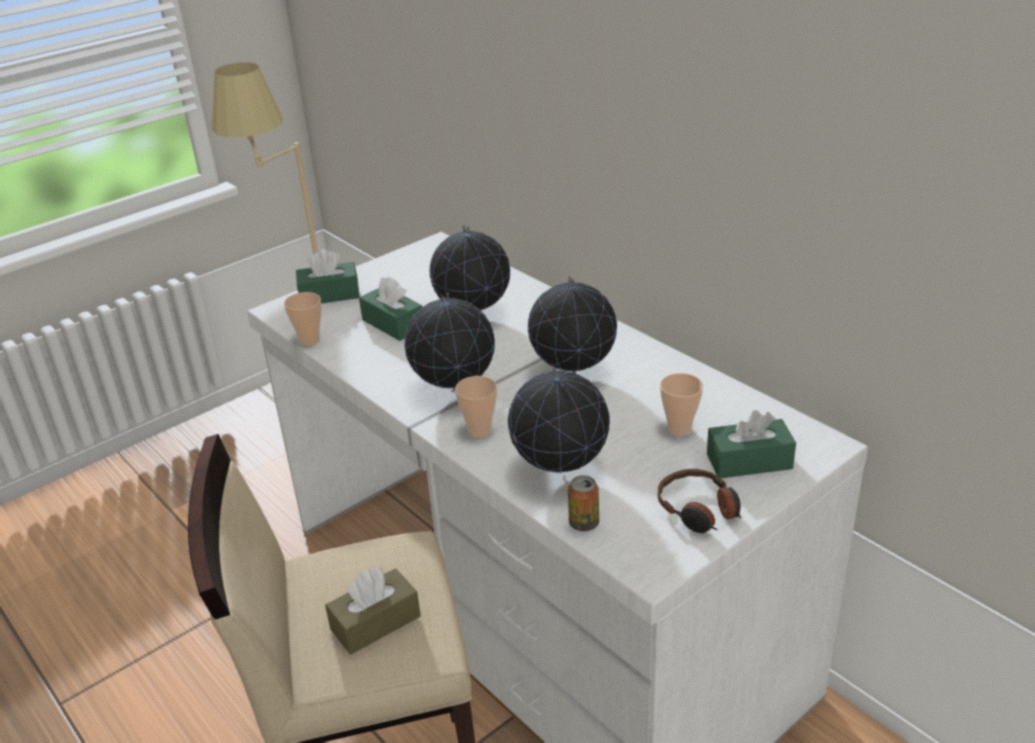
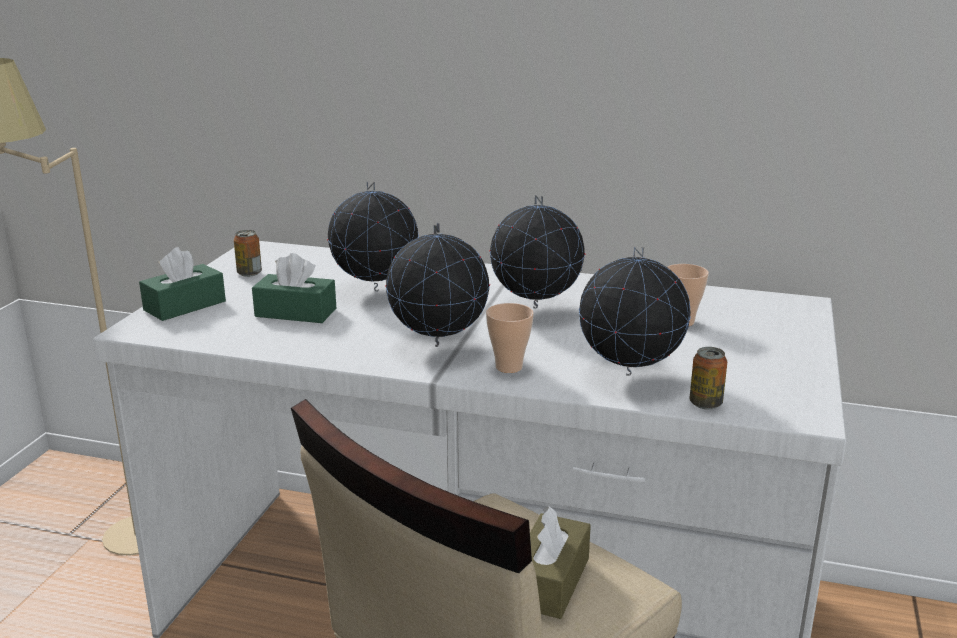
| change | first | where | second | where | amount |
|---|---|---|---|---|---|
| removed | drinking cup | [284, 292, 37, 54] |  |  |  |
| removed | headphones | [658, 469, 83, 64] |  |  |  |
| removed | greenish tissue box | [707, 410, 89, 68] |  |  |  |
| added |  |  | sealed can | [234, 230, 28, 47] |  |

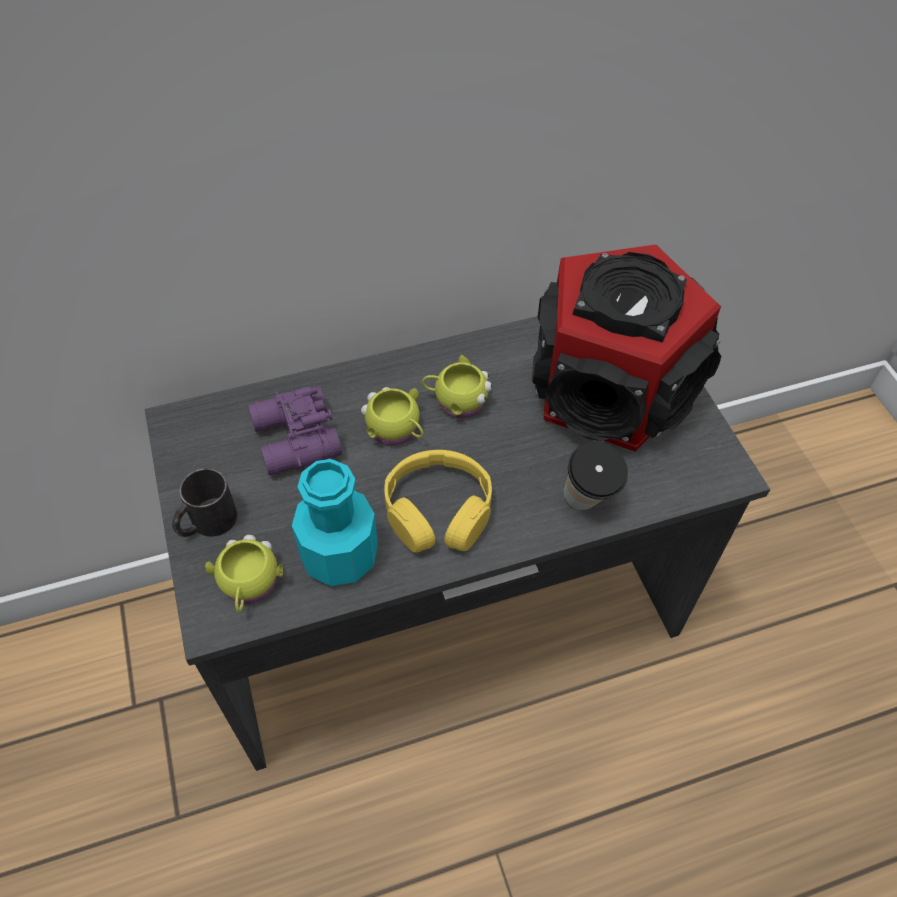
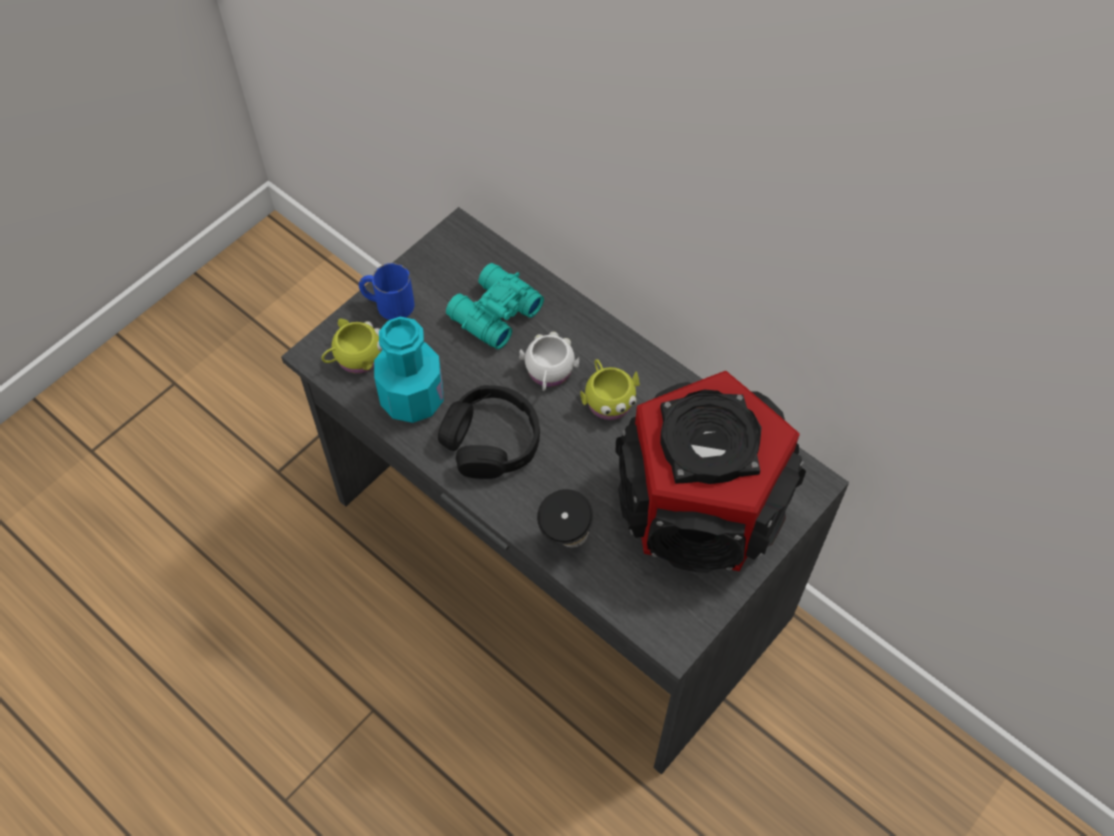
| change | first | where | second | where | amount |
|---|---|---|---|---|---|
| recoloured | blackish coffee mug | [172, 468, 65, 69] | blue coffee mug | [359, 263, 56, 57] |  |
| recoloured | purplish binoculars | [248, 386, 94, 89] | blue-green binoculars | [446, 263, 98, 86] |  |
| recoloured | yellow coffee mug | [361, 387, 63, 58] | whitish coffee mug | [519, 331, 61, 60] |  |
| recoloured | yellow headphones | [384, 450, 108, 103] | blackish headphones | [438, 385, 102, 94] |  |

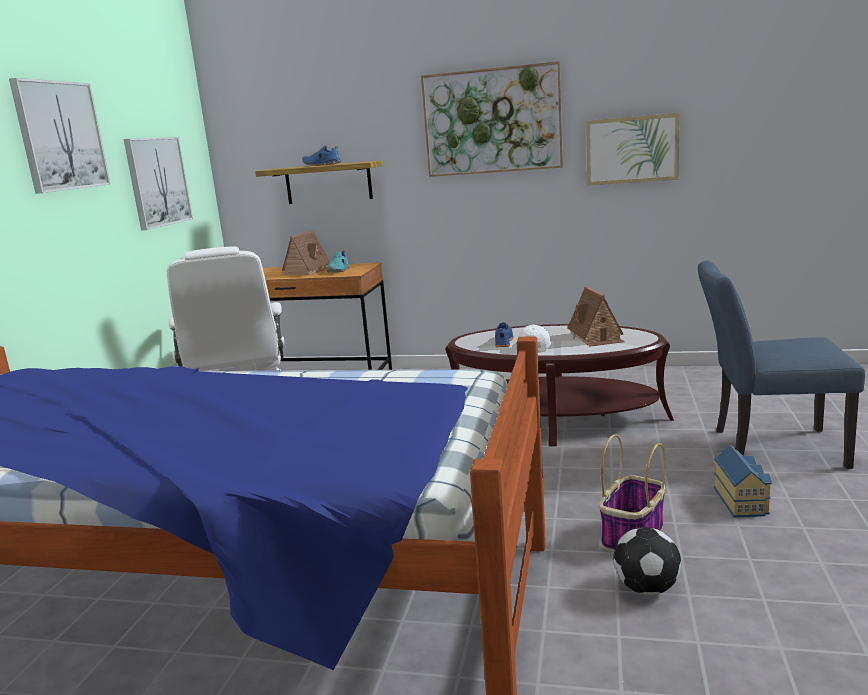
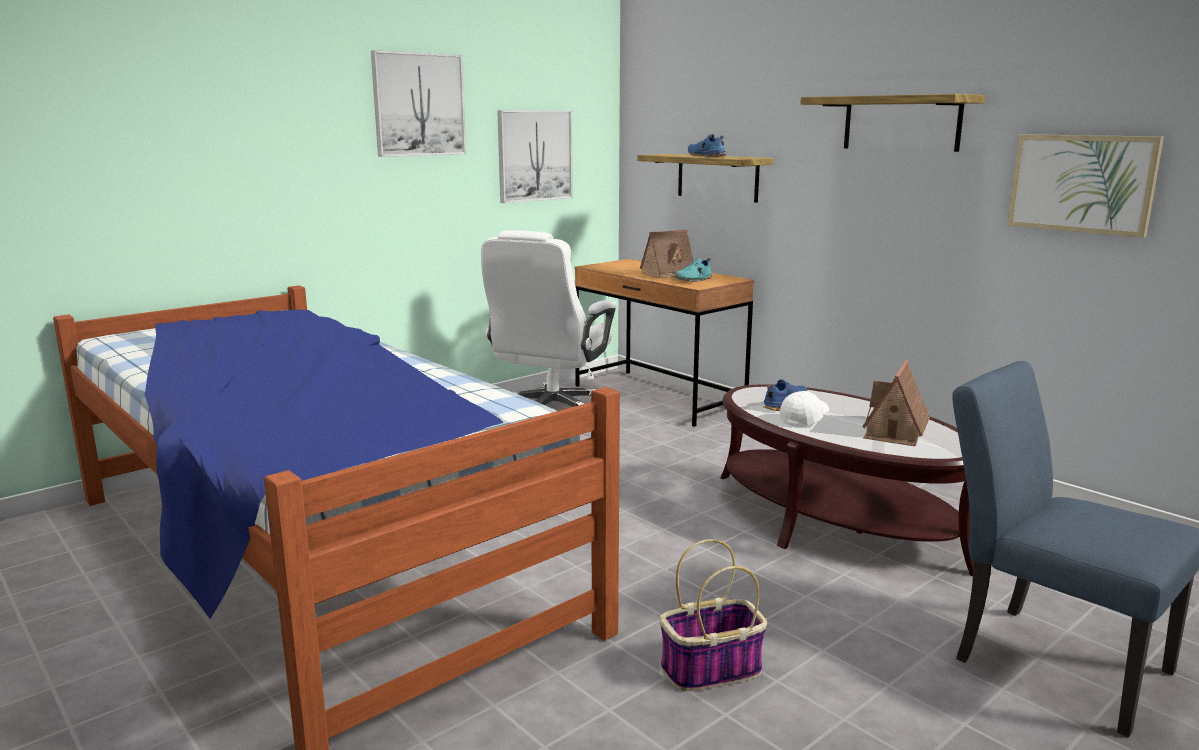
| change | first | where | second | where | amount |
|---|---|---|---|---|---|
| removed | football | [613, 527, 68, 68] |  |  |  |
| removed | miniature house | [714, 445, 58, 73] |  |  |  |
| replaced | wall art | [421, 61, 142, 116] | bracket shelf | [800, 94, 185, 58] |  |

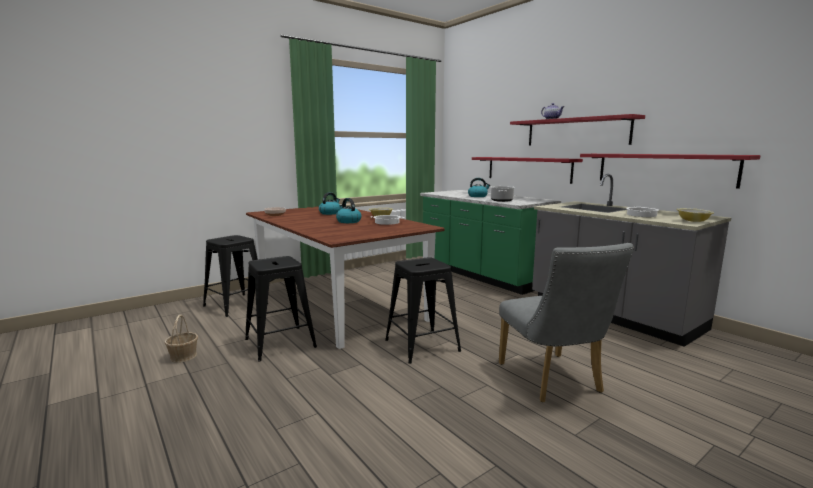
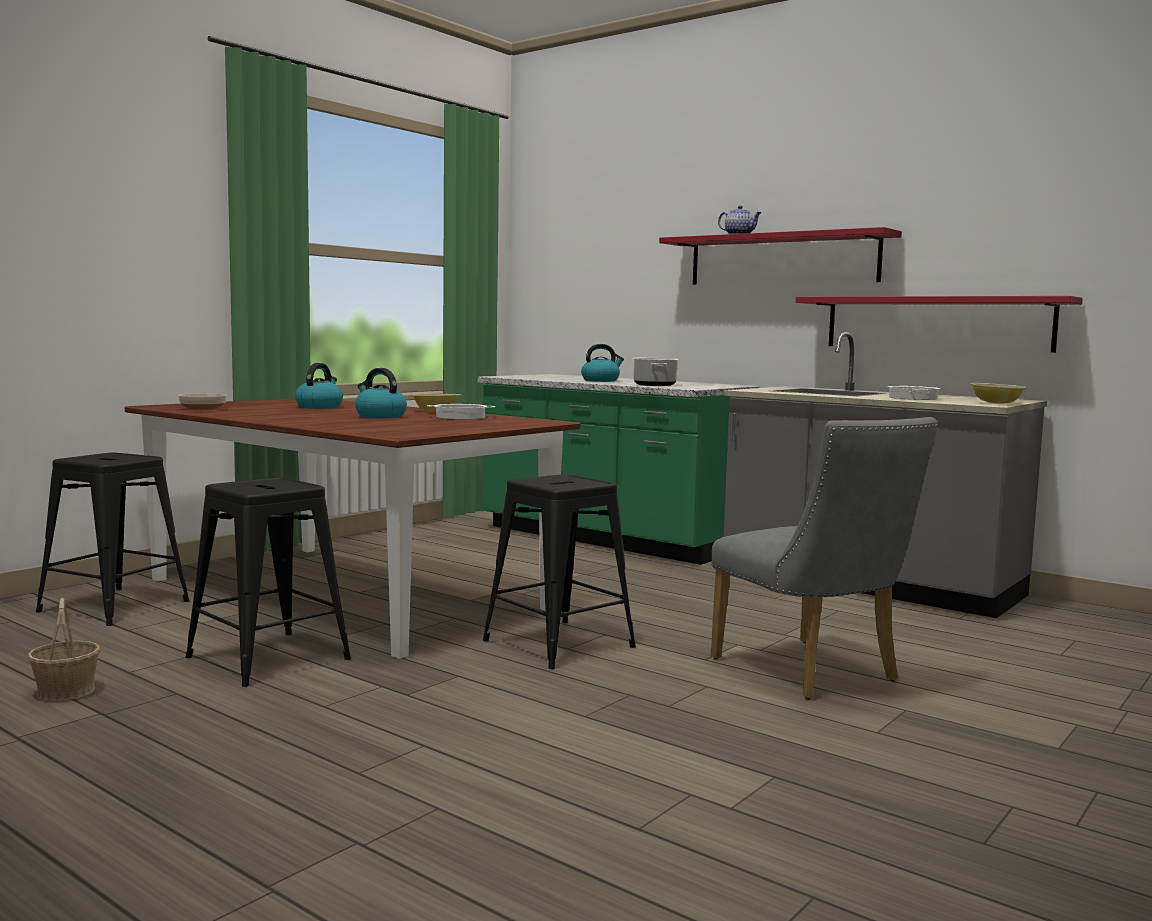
| change | first | where | second | where | amount |
|---|---|---|---|---|---|
| removed | red bracket shelf | [472, 157, 111, 27] |  |  |  |

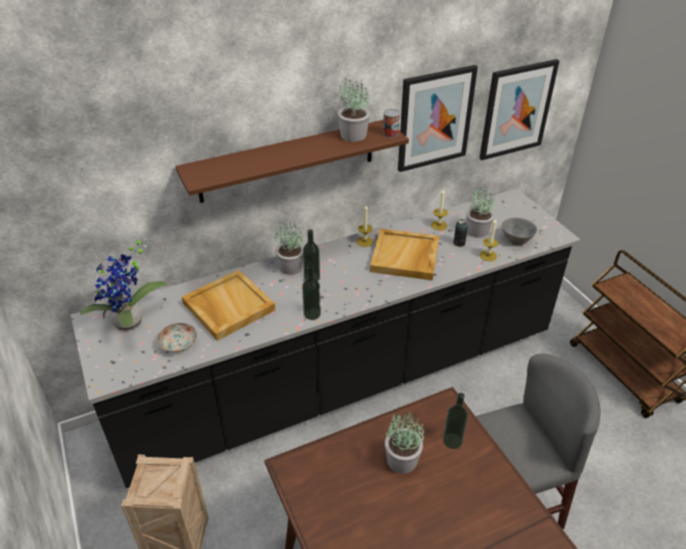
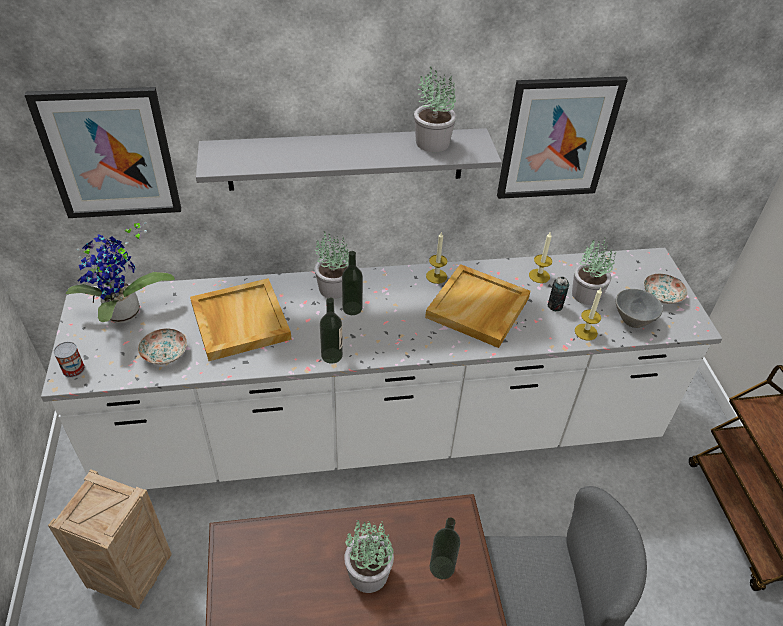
| change | first | where | second | where | amount |
|---|---|---|---|---|---|
| added |  |  | dinner plate | [644, 274, 43, 30] |  |
| moved | sealed can | [383, 109, 17, 29] |  | [54, 342, 31, 36] |  |
| moved | wall art | [479, 59, 80, 101] |  | [24, 87, 157, 131] |  |
| recoloured | blackish counter | [71, 188, 509, 300] | whitish counter | [41, 248, 681, 241] |  |
| recoloured | brown bracket shelf | [175, 120, 234, 83] | gray bracket shelf | [196, 128, 306, 63] |  |

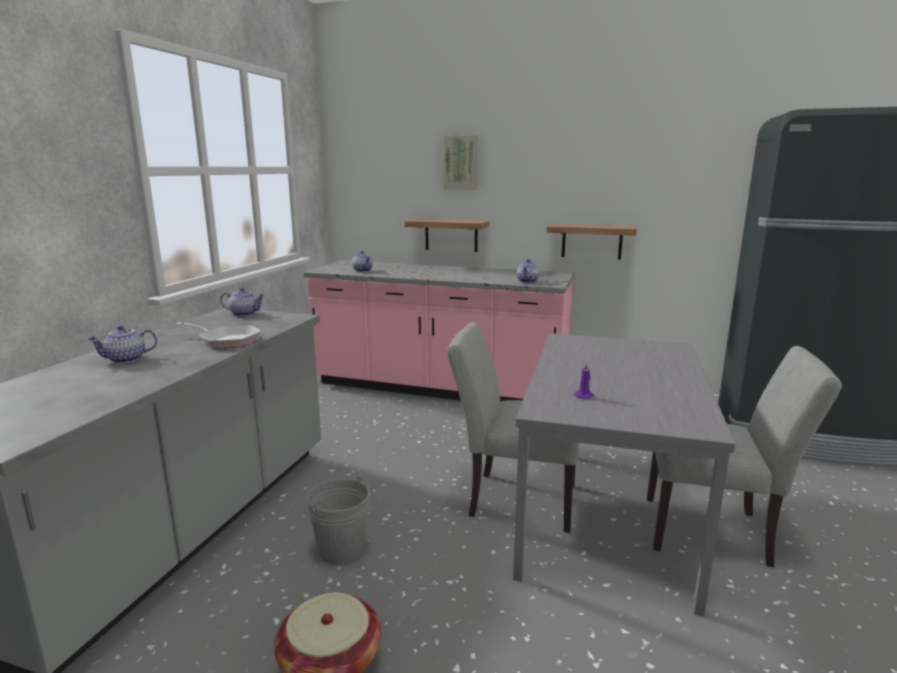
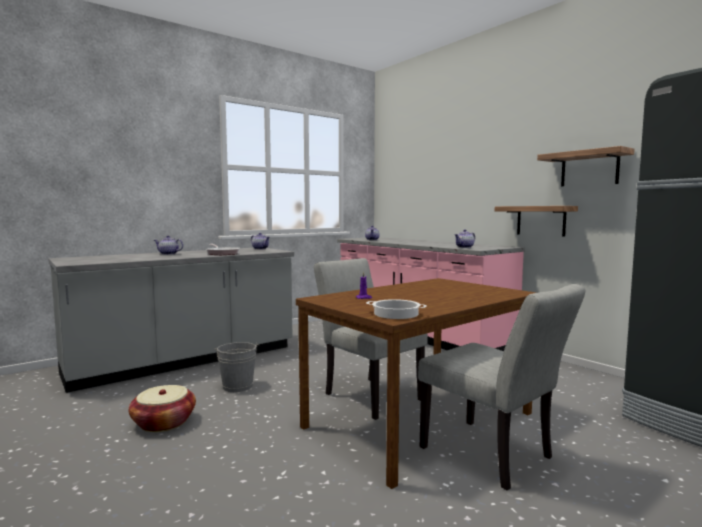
| change | first | where | second | where | amount |
|---|---|---|---|---|---|
| removed | wall art | [443, 135, 36, 55] |  |  |  |
| added |  |  | saucepot | [366, 299, 61, 20] |  |
| moved | bracket shelf | [405, 219, 84, 33] |  | [537, 146, 98, 40] |  |
| recoloured | gray dining table | [513, 333, 223, 283] | brown dining table | [296, 278, 241, 211] |  |

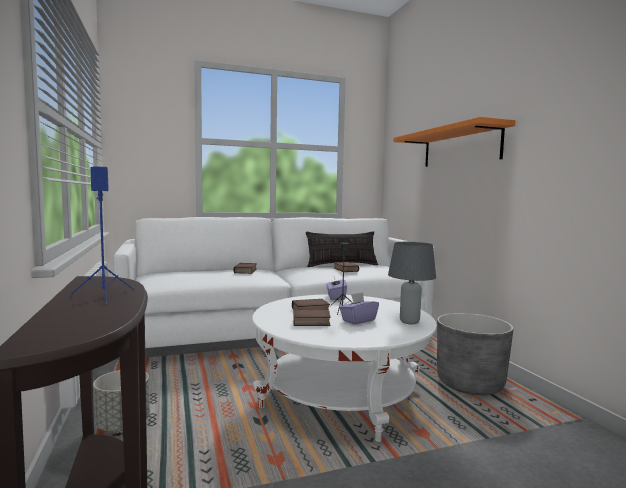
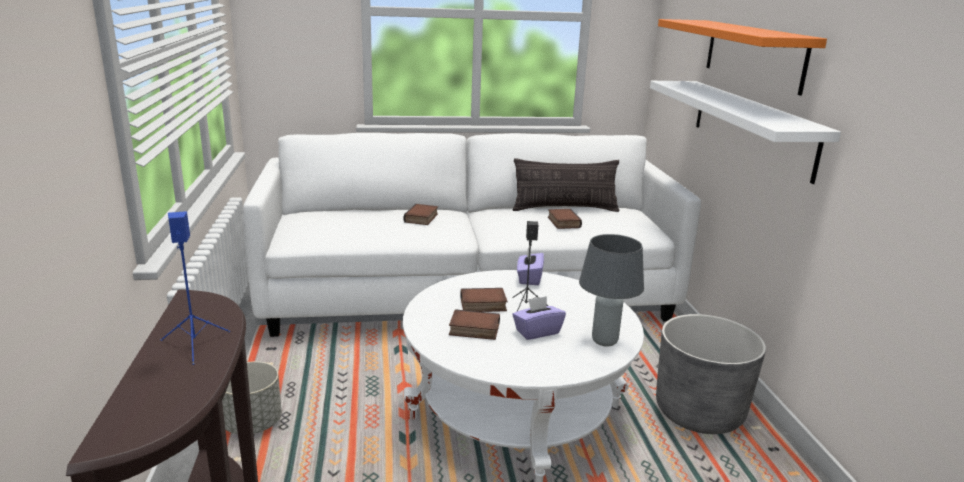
| change | first | where | second | where | amount |
|---|---|---|---|---|---|
| added |  |  | whitish bracket shelf | [650, 81, 191, 103] |  |

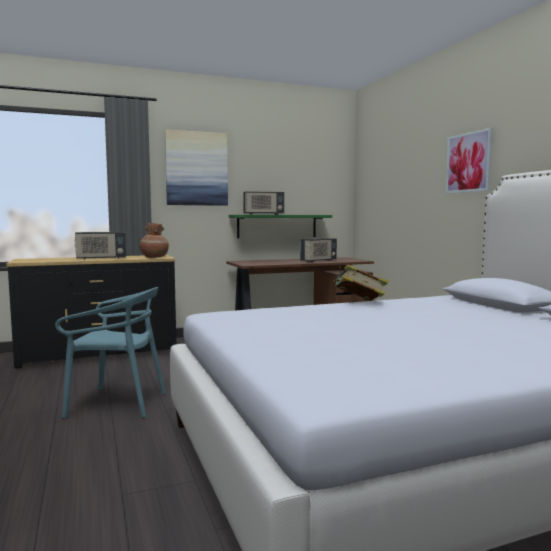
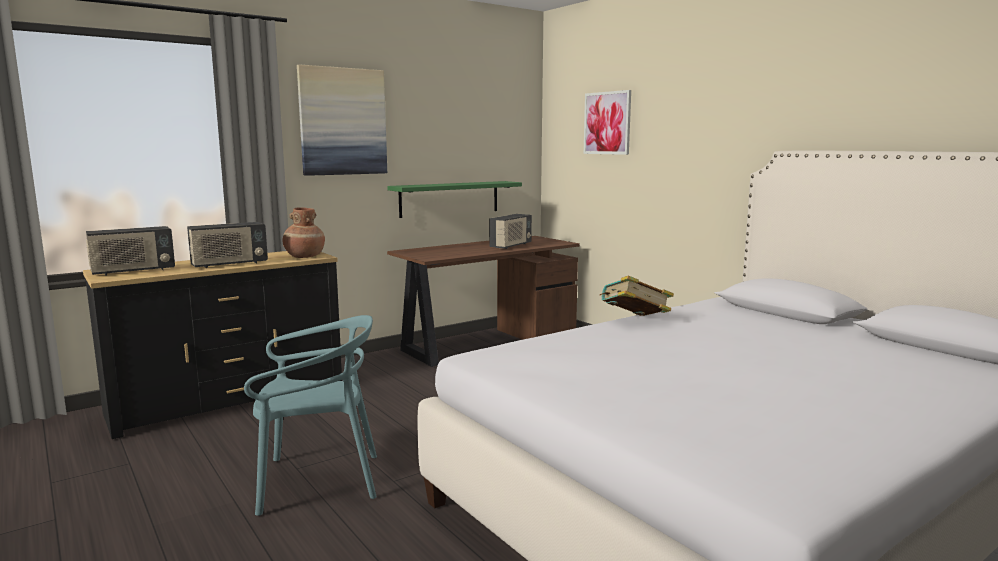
| change | first | where | second | where | amount |
|---|---|---|---|---|---|
| moved | radio | [243, 191, 41, 24] |  | [86, 226, 89, 50] |  |
| moved | wall art | [446, 128, 47, 66] |  | [584, 90, 47, 65] |  |

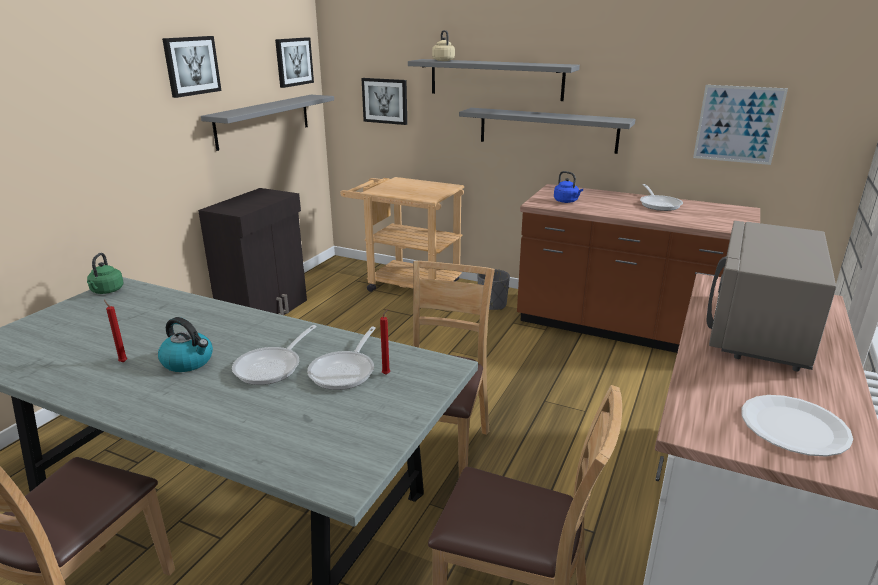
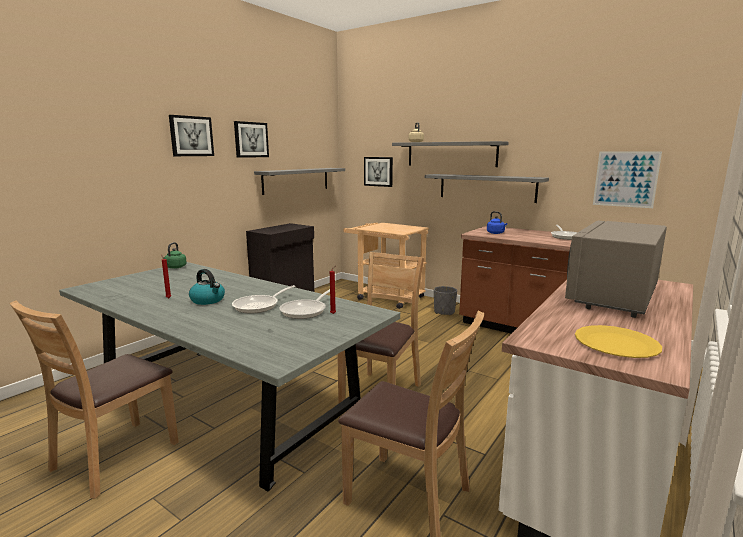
| change | first | where | second | where | amount |
|---|---|---|---|---|---|
| moved | wall art | [275, 37, 39, 51] |  | [169, 115, 45, 41] |  |
| recoloured | whitish dinner plate | [741, 395, 112, 62] | yellow dinner plate | [575, 325, 87, 33] |  |

